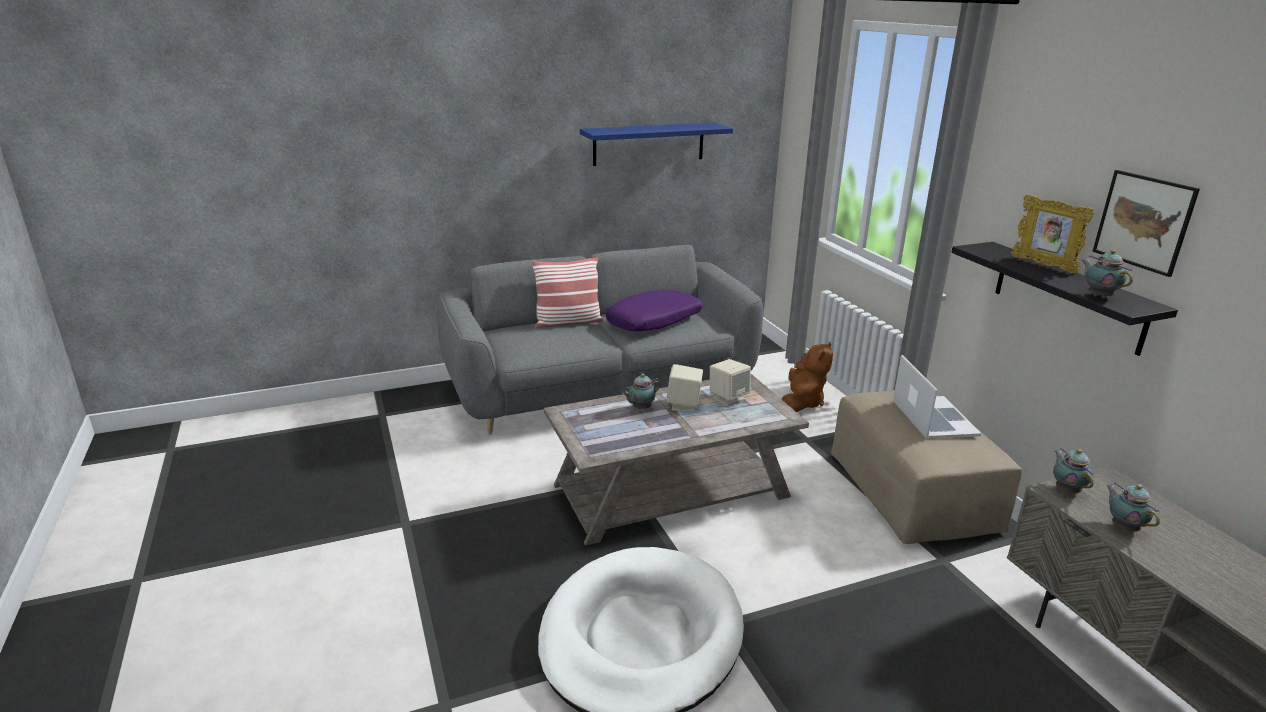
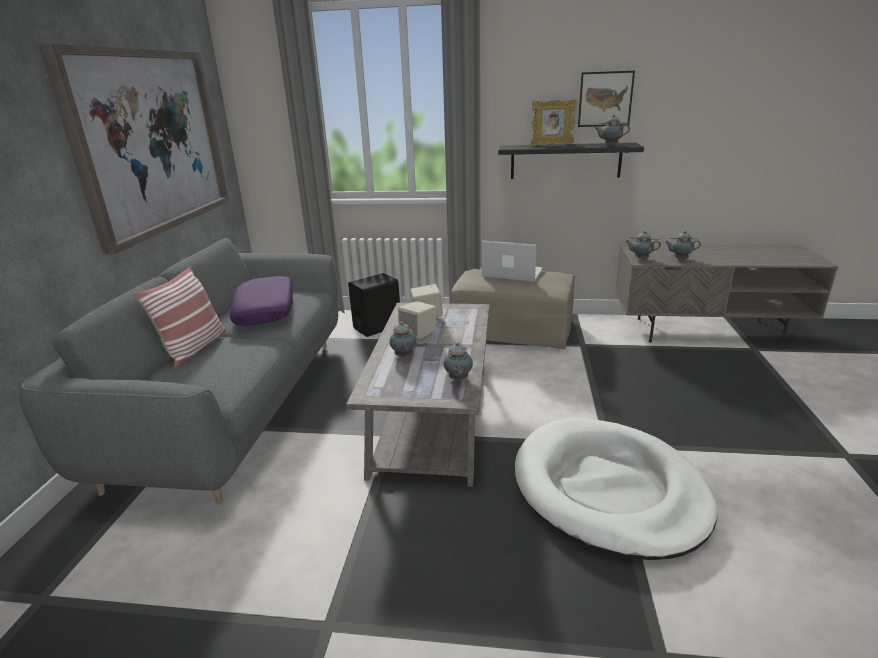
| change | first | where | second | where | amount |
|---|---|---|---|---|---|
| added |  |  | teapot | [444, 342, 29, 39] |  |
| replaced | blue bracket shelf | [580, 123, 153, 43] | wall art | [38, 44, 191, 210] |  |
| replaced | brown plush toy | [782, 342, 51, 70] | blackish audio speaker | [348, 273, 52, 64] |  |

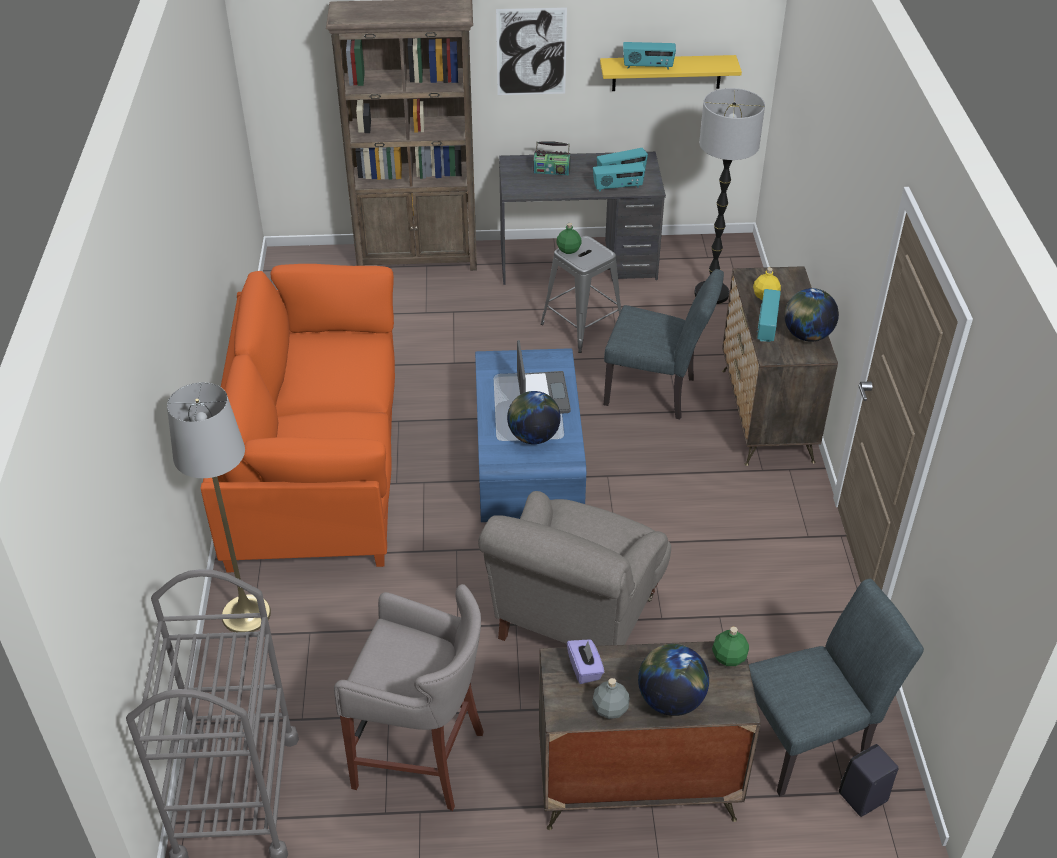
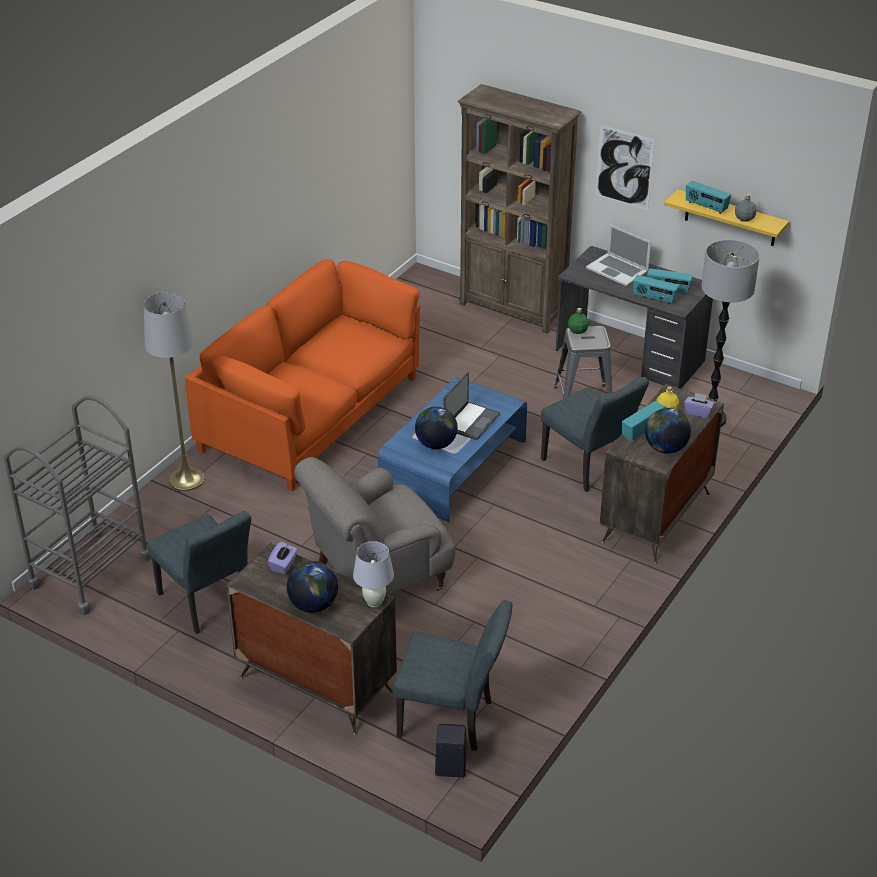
| change | first | where | second | where | amount |
|---|---|---|---|---|---|
| added |  |  | purplish tissue box | [684, 392, 30, 27] |  |
| moved | gray bottle | [592, 678, 38, 41] |  | [735, 194, 21, 28] |  |
| replaced | gray stool | [334, 584, 150, 227] | gray upright chair | [148, 511, 103, 123] |  |
| replaced | radio | [533, 141, 38, 34] | portable computer | [586, 225, 65, 61] |  |
| replaced | greenish bottle | [712, 627, 37, 39] | whitish lamp for a table | [353, 541, 41, 66] |  |

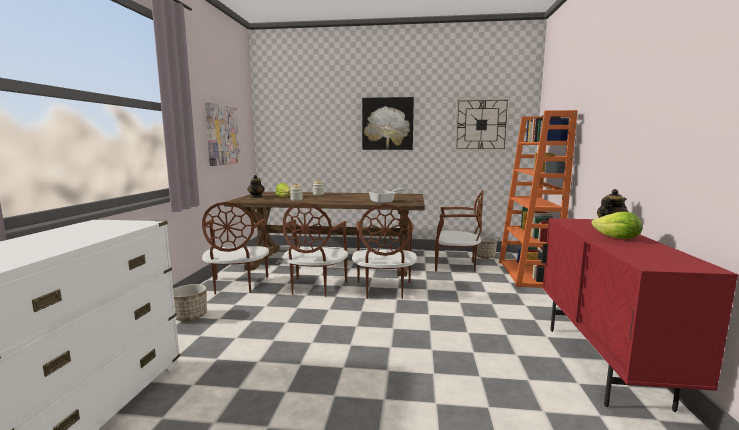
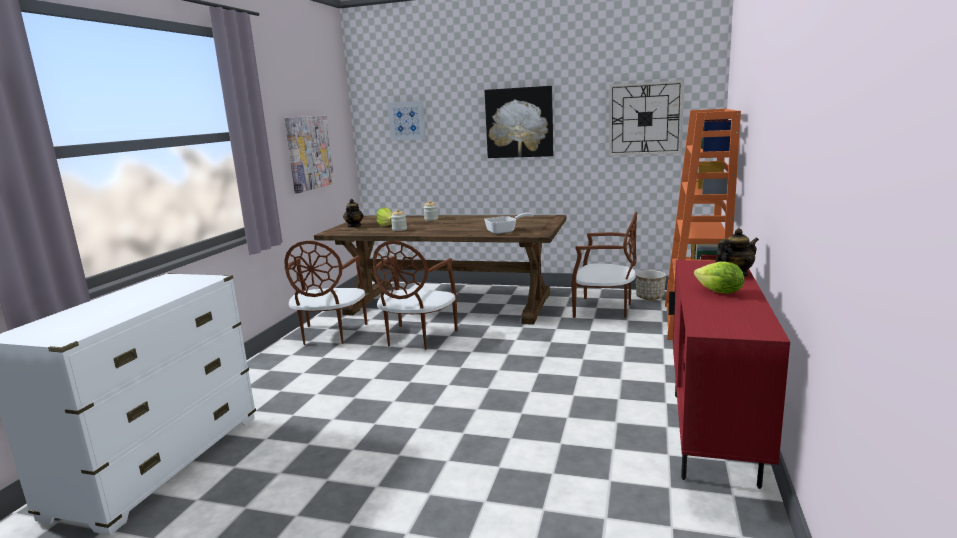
| change | first | where | second | where | amount |
|---|---|---|---|---|---|
| removed | plant pot | [173, 284, 34, 37] |  |  |  |
| removed | brown upright chair | [352, 204, 65, 95] |  |  |  |
| added |  |  | wall art | [387, 101, 39, 40] |  |

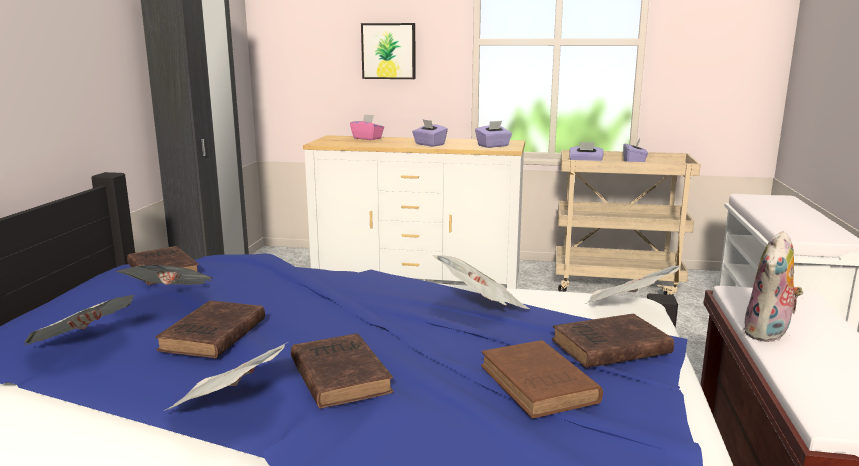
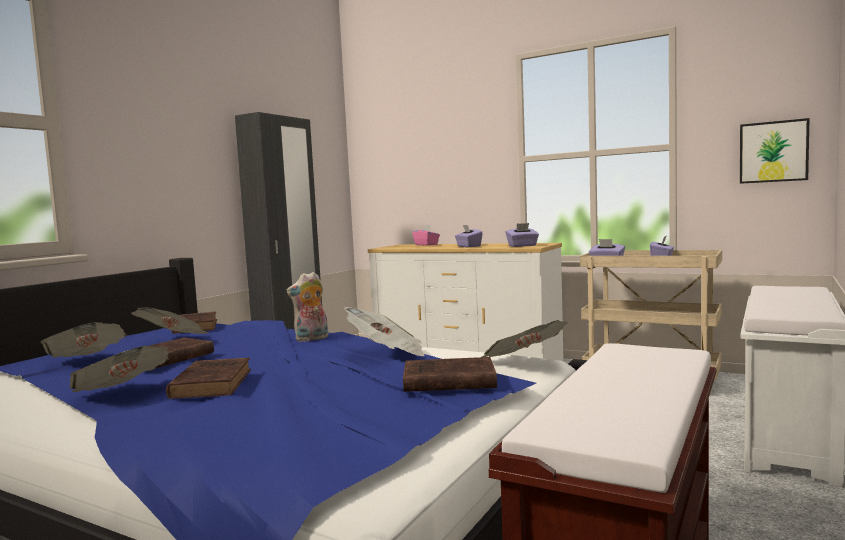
| change | first | where | second | where | amount |
|---|---|---|---|---|---|
| removed | brown volume | [481, 340, 122, 78] |  |  |  |
| moved | wall art | [361, 23, 55, 56] |  | [740, 118, 70, 66] |  |
| moved | plush toy | [743, 231, 61, 111] |  | [286, 272, 42, 70] |  |

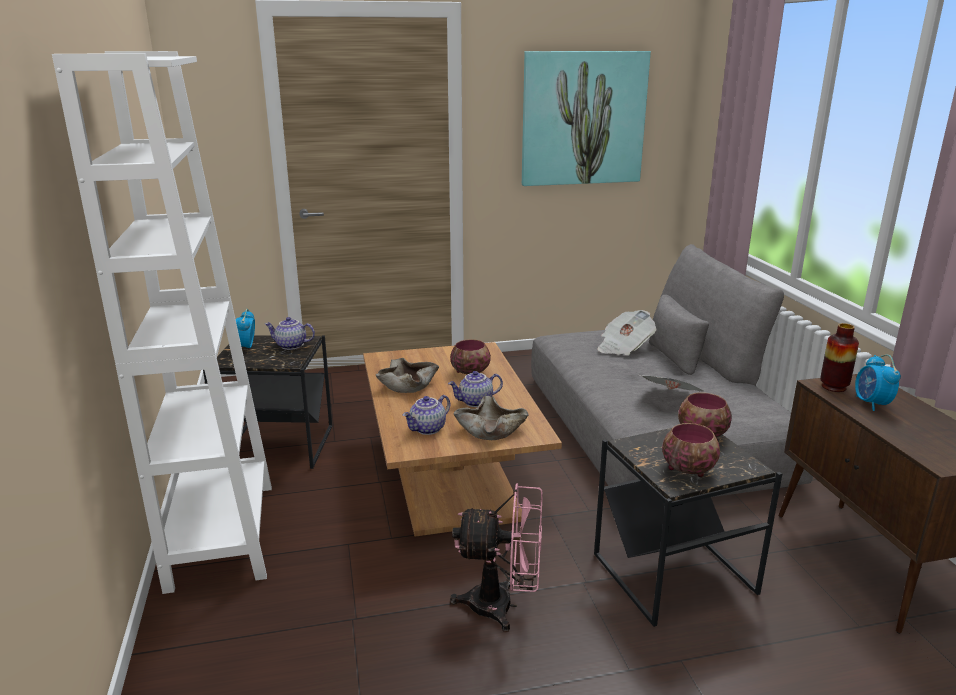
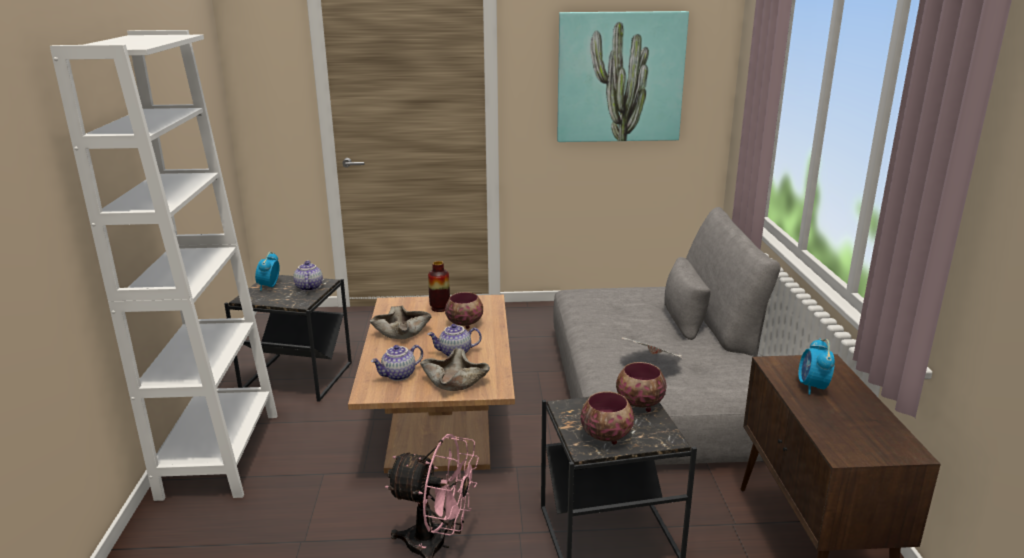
| change | first | where | second | where | amount |
|---|---|---|---|---|---|
| removed | daily paper | [597, 310, 59, 45] |  |  |  |
| moved | decorative vase | [820, 323, 39, 69] |  | [428, 261, 22, 51] |  |
| turned | teapot | [265, 317, 50, 33] |  | [293, 260, 30, 31] | 60 degrees clockwise |

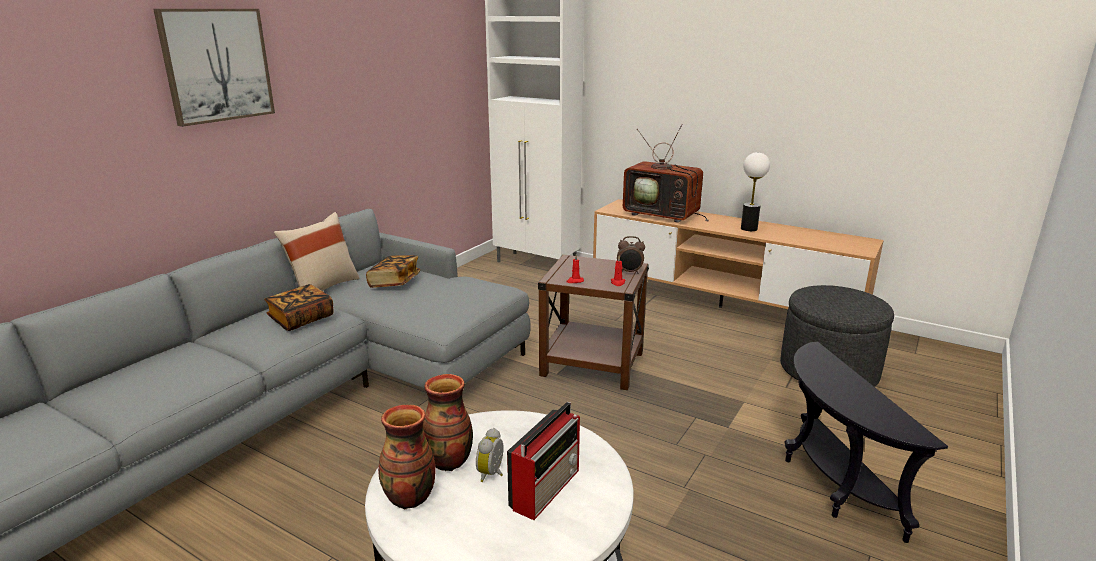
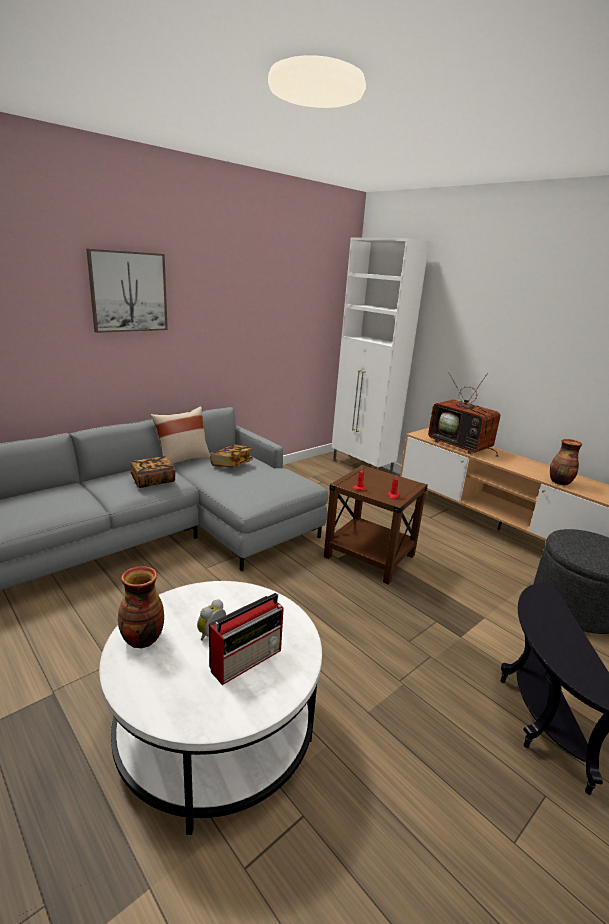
| change | first | where | second | where | amount |
|---|---|---|---|---|---|
| removed | alarm clock | [617, 236, 28, 38] |  |  |  |
| removed | lamp for a table | [741, 152, 29, 79] |  |  |  |
| moved | decorative vase | [423, 374, 50, 97] |  | [550, 439, 32, 47] |  |

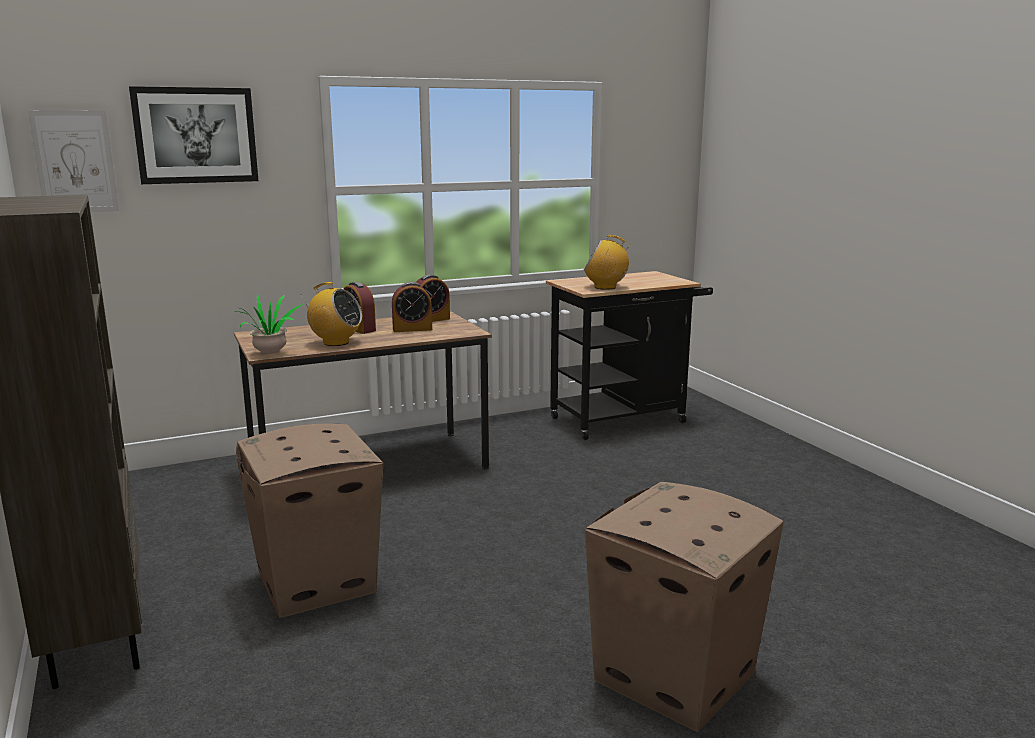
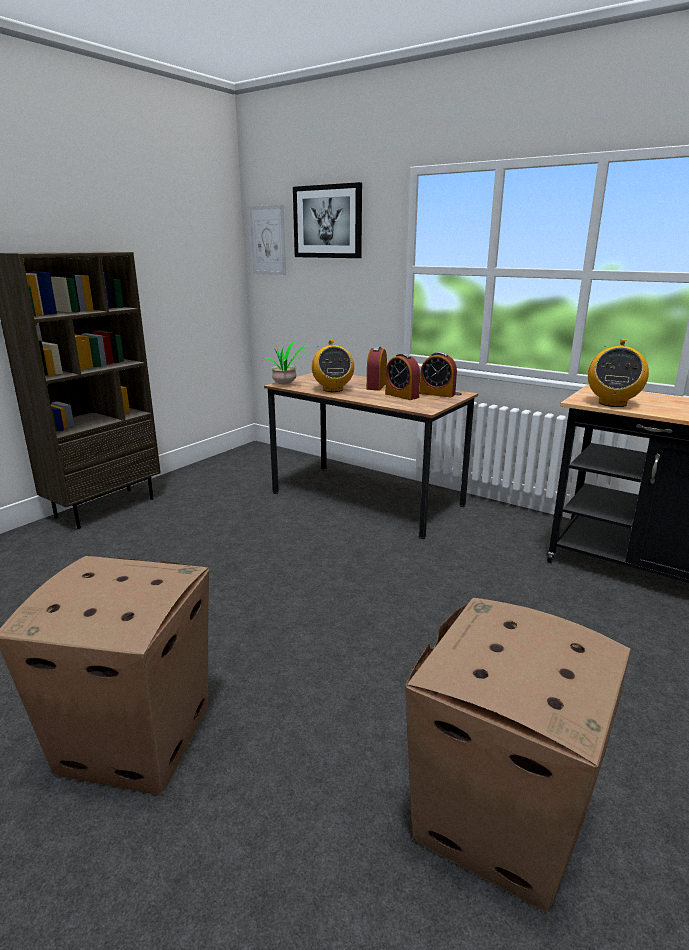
| change | first | where | second | where | amount |
|---|---|---|---|---|---|
| moved | carton | [236, 423, 147, 195] |  | [405, 598, 225, 315] |  |
| turned | radio | [584, 235, 45, 55] |  | [588, 339, 61, 68] | 135 degrees counterclockwise |

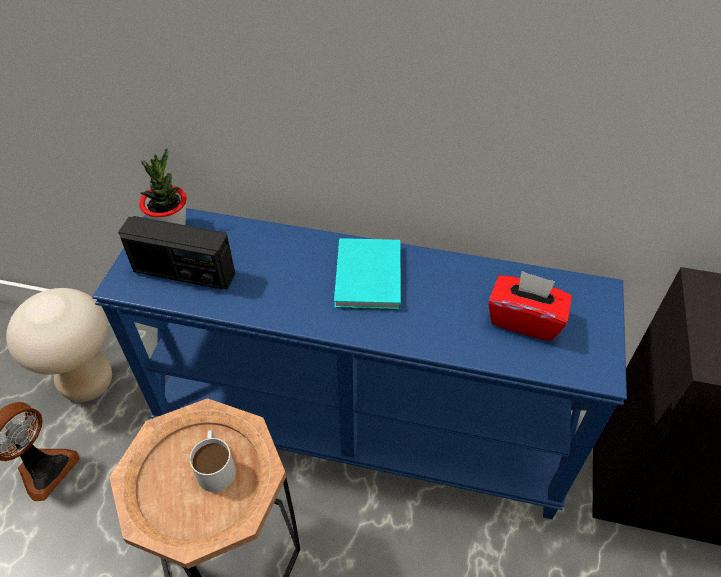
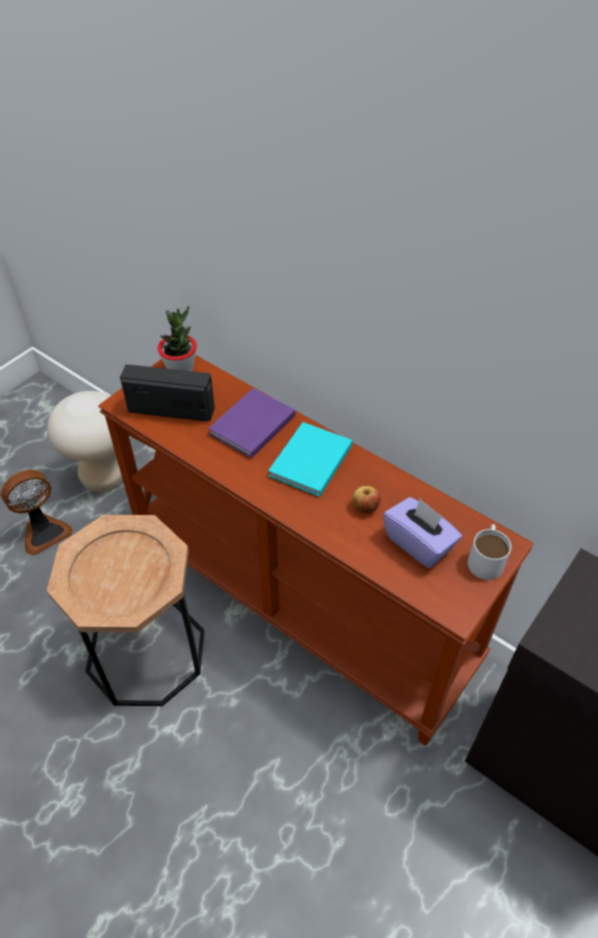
| change | first | where | second | where | amount |
|---|---|---|---|---|---|
| added |  |  | purplish volume | [208, 388, 87, 71] |  |
| added |  |  | apple | [352, 486, 29, 27] |  |
| moved | whitish coffee mug | [190, 430, 46, 62] |  | [468, 524, 43, 56] |  |
| recoloured | blue console table | [92, 208, 535, 311] | brown console table | [98, 355, 436, 391] |  |
| recoloured | red tissue box | [488, 271, 84, 70] | purplish tissue box | [383, 497, 79, 71] |  |
| turned | radio | [118, 216, 117, 74] |  | [120, 365, 95, 57] | 150 degrees clockwise |

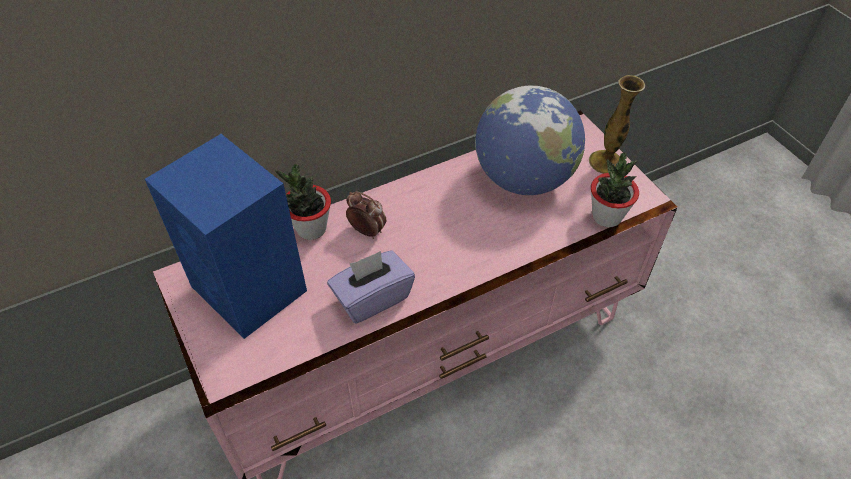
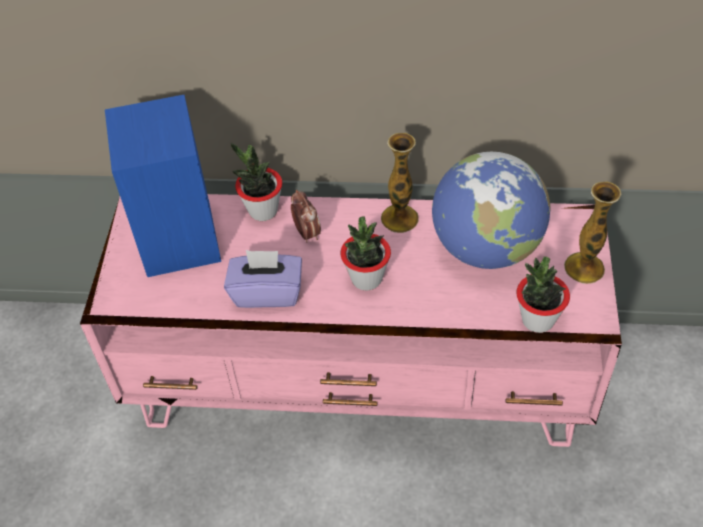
| change | first | where | second | where | amount |
|---|---|---|---|---|---|
| added |  |  | plant in a pot | [341, 216, 50, 75] |  |
| added |  |  | decorative vase | [381, 133, 38, 100] |  |

